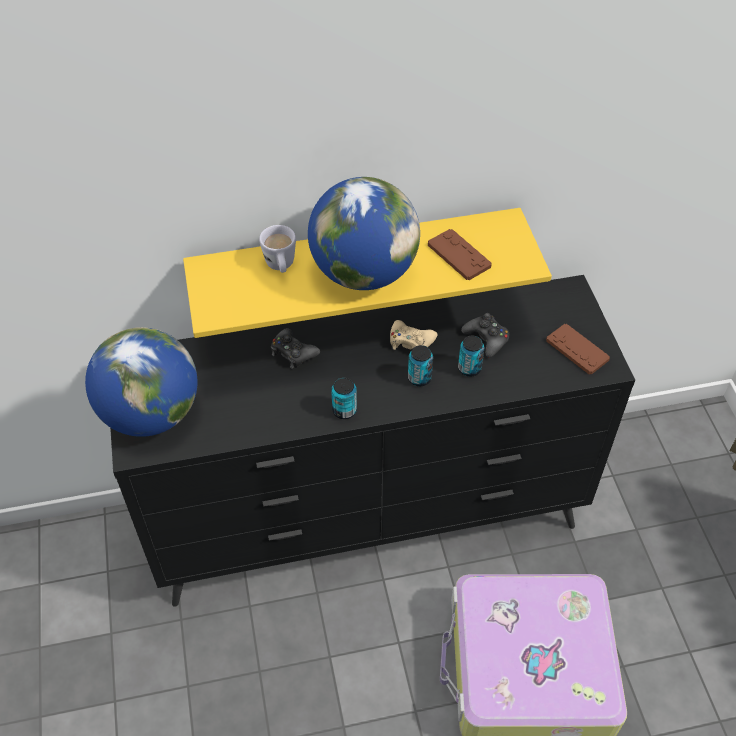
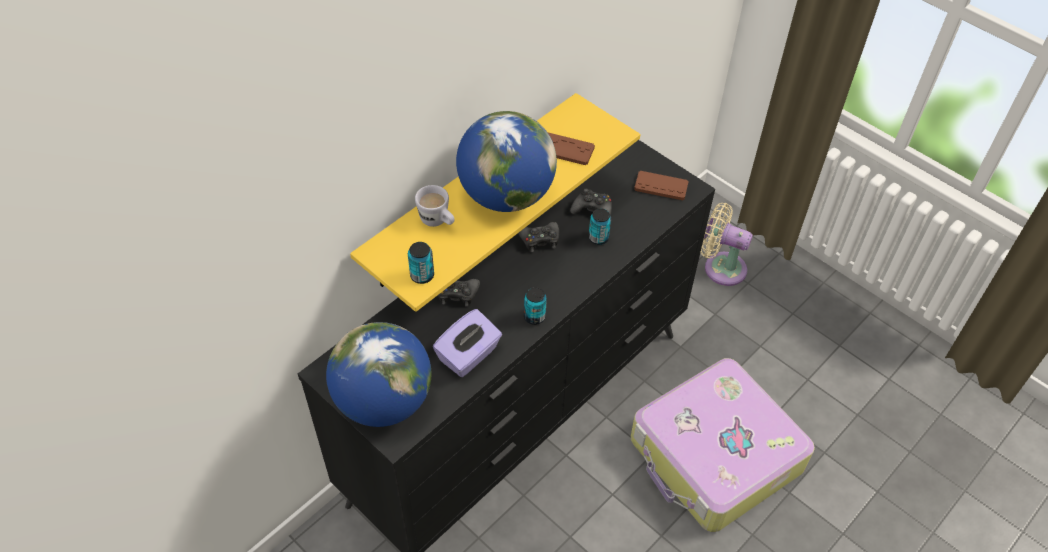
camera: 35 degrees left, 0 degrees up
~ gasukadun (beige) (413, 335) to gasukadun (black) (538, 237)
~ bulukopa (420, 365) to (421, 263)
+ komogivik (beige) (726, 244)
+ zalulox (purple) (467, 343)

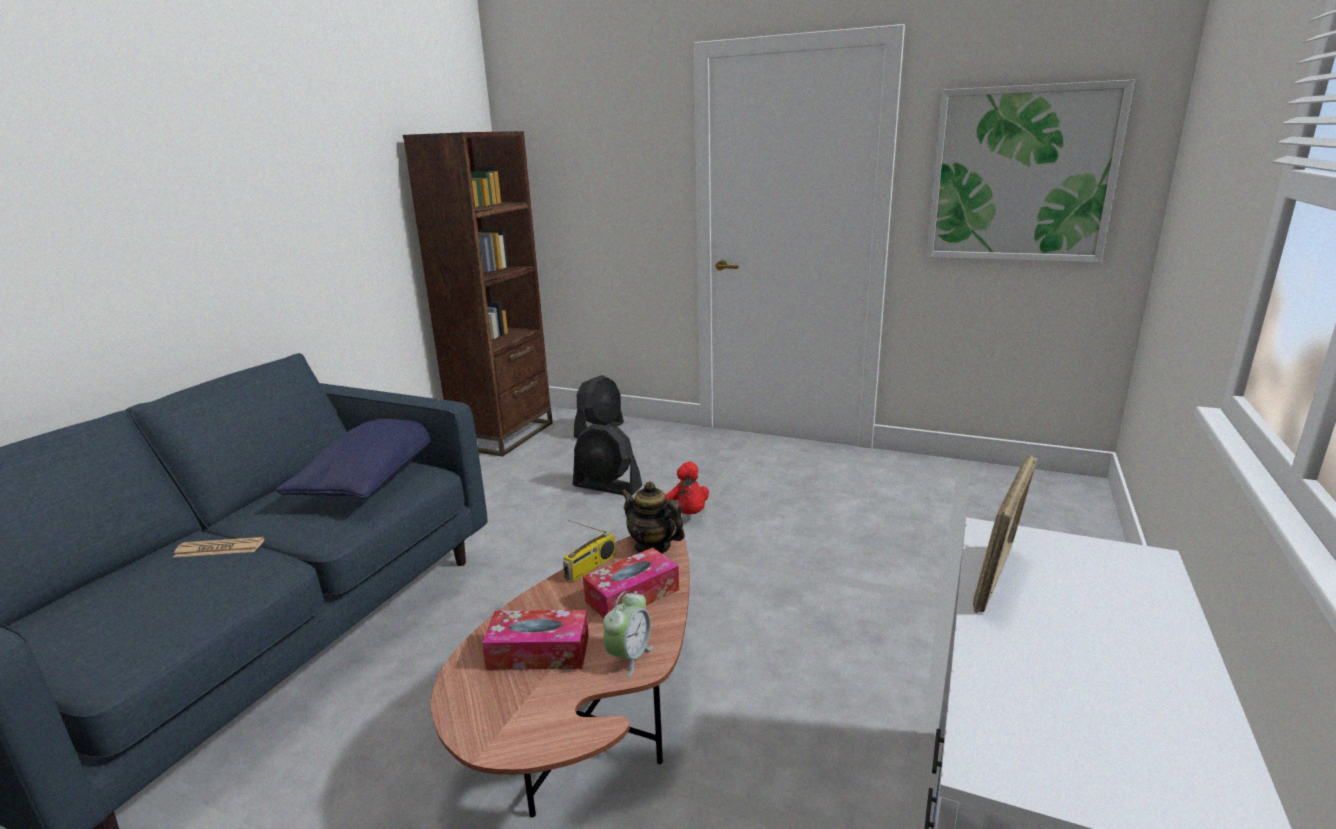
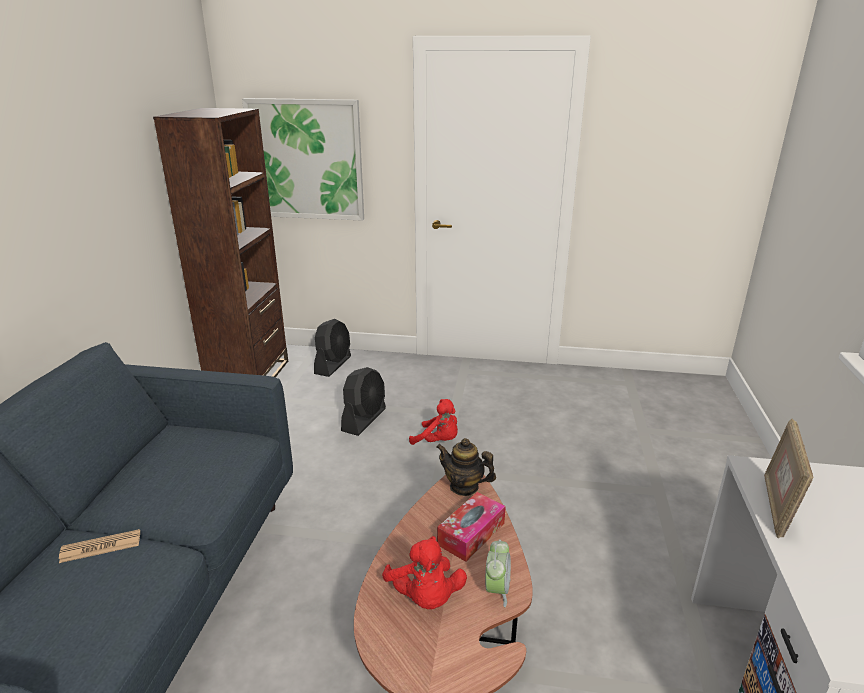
camera: 15 degrees left, 5 degrees up
~ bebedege (1030, 171) to (303, 159)
- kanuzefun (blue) (353, 459)
~ komogivik (black) (607, 459) = (363, 401) 75 degrees counterclockwise
- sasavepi (589, 551)
~ zalulox (535, 640) to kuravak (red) (424, 572)

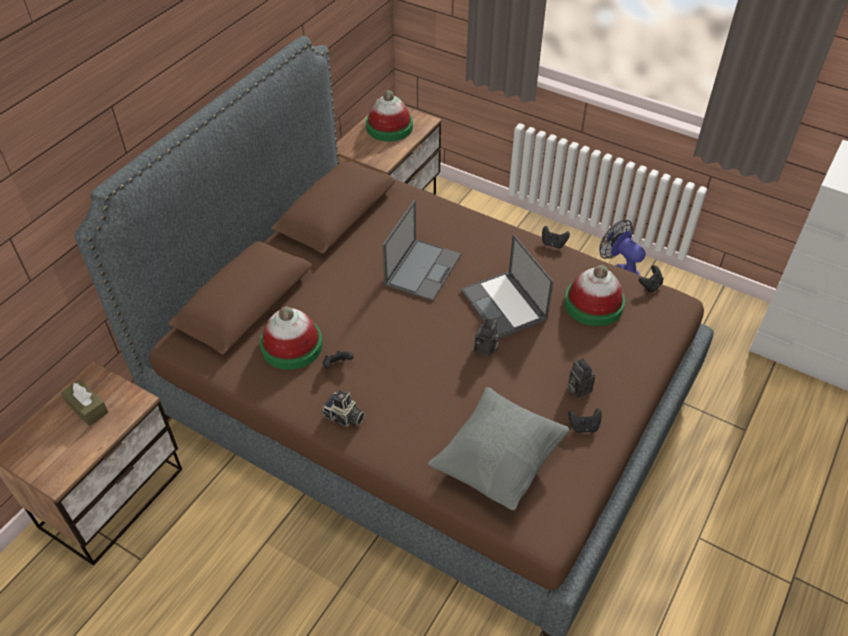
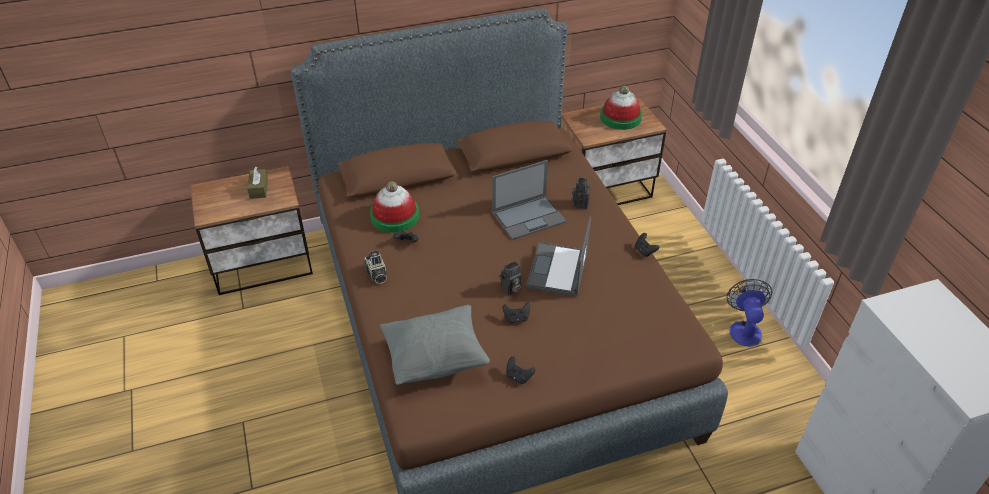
camera: 40 degrees right, 5 degrees down
- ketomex (594, 295)
~ gasukadun (black) (651, 278) to (516, 312)
~ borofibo (581, 378) to (581, 192)

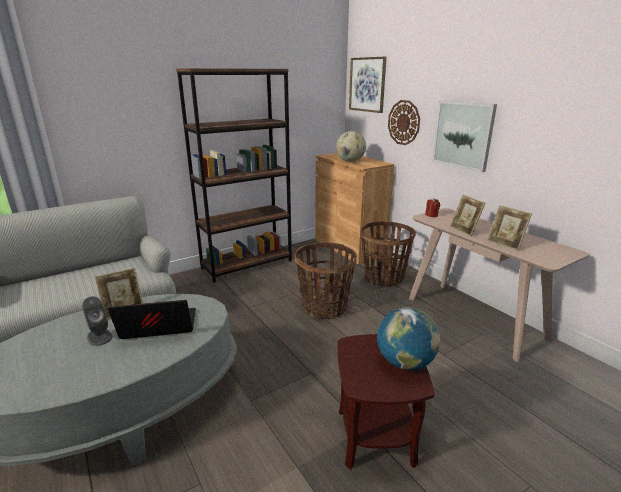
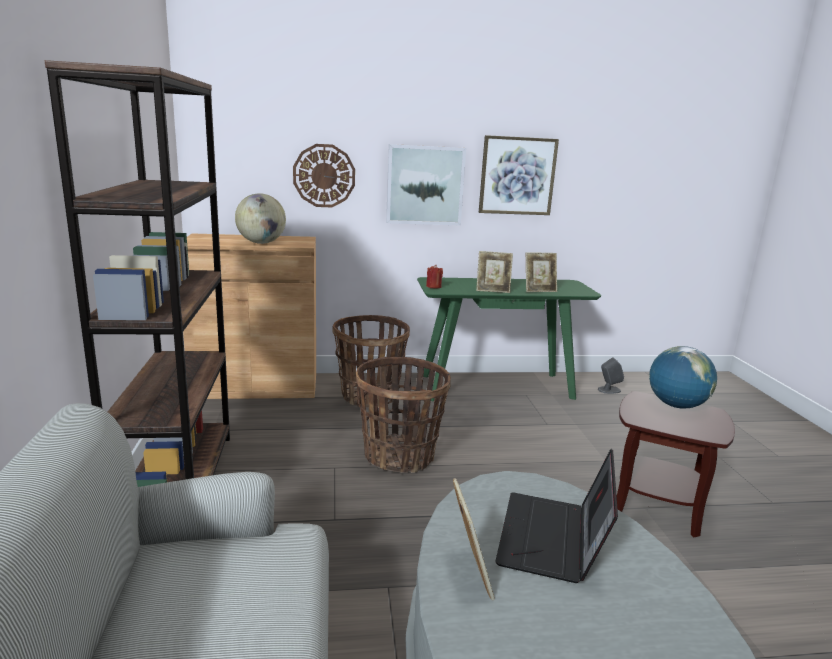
camera: 65 degrees left, 5 degrees down
~ bebedege (368, 85) to (519, 175)
~ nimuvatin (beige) (499, 285) to nimuvatin (green) (509, 339)
~ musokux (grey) (97, 321) to (611, 375)

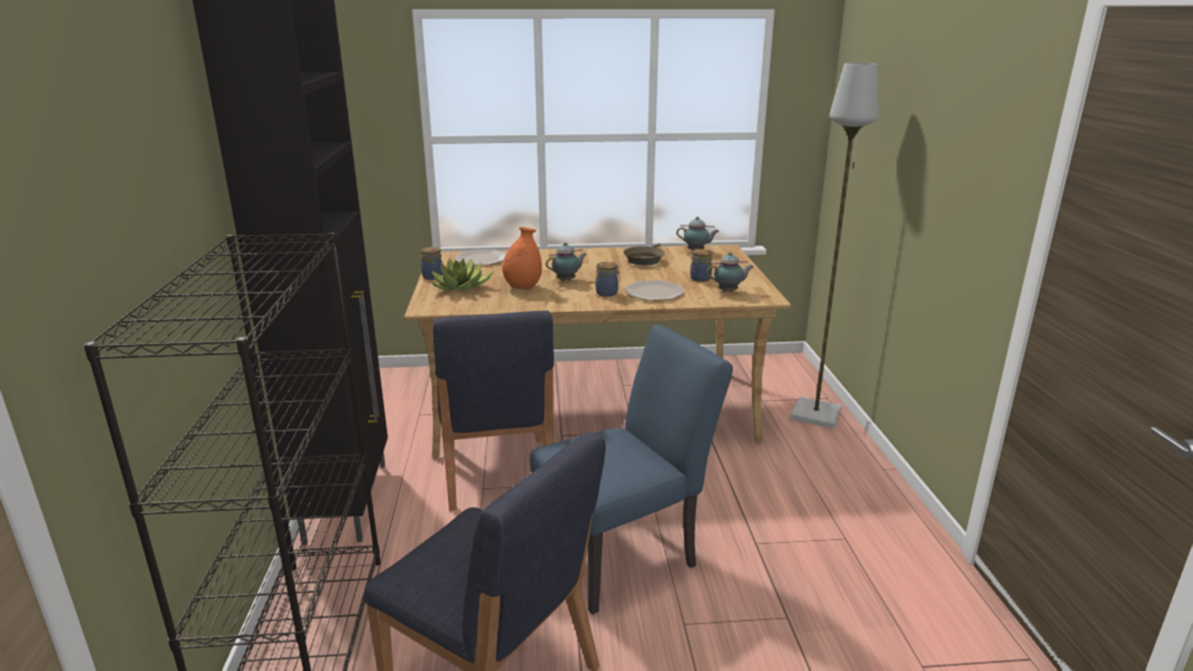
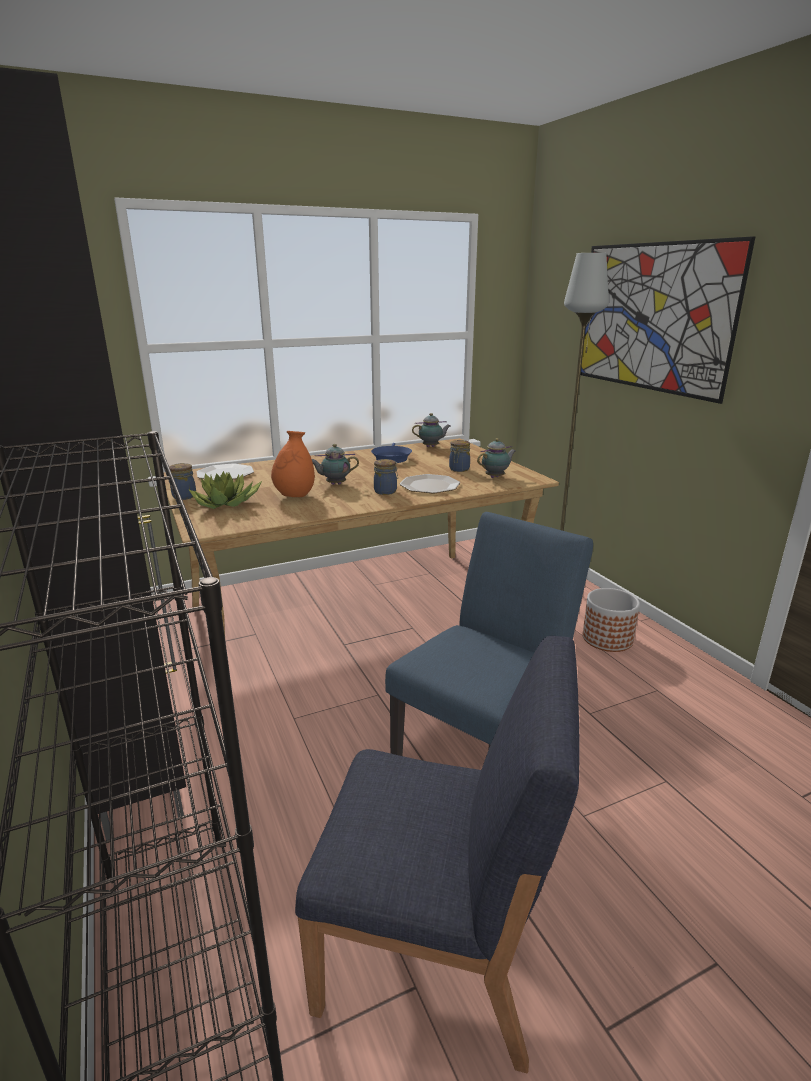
camera: 20 degrees left, 0 degrees up
~ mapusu (566, 261) = (335, 464) 135 degrees counterclockwise
~ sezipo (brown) (644, 254) to sezipo (blue) (391, 453)
- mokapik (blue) (493, 410)
+ bebedege (668, 320)
+ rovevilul (611, 620)

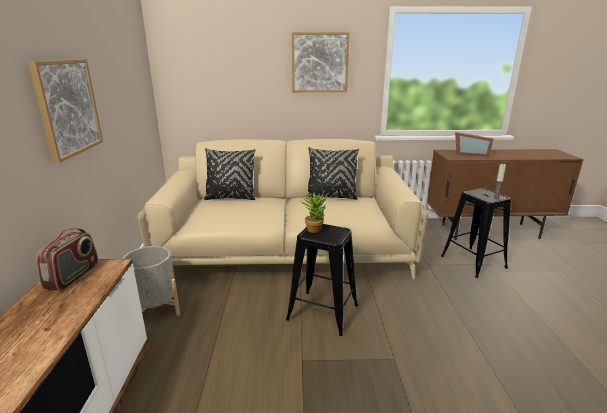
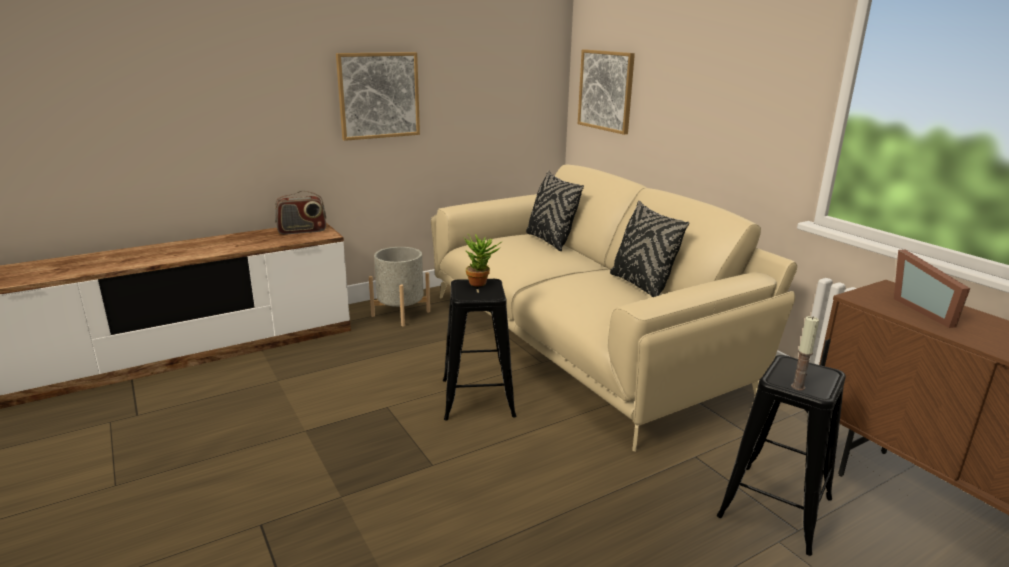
camera: 60 degrees right, 0 degrees up
~ bebedege (321, 62) to (606, 92)

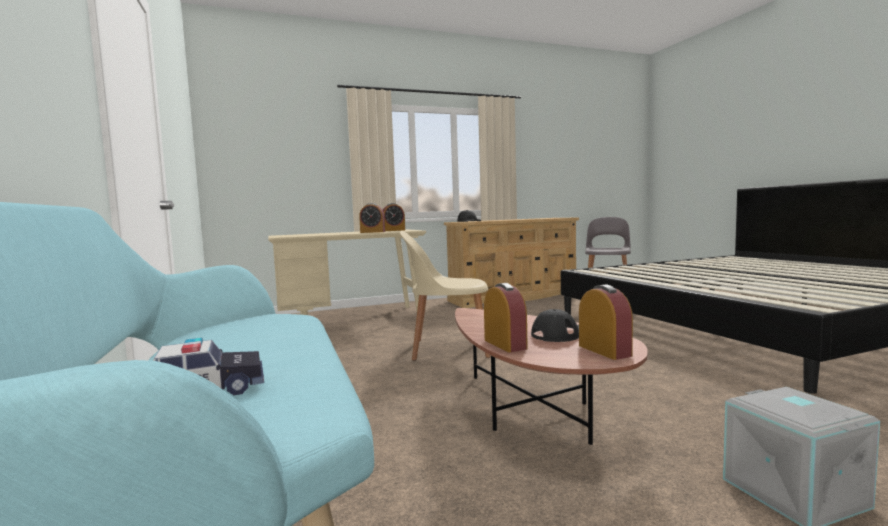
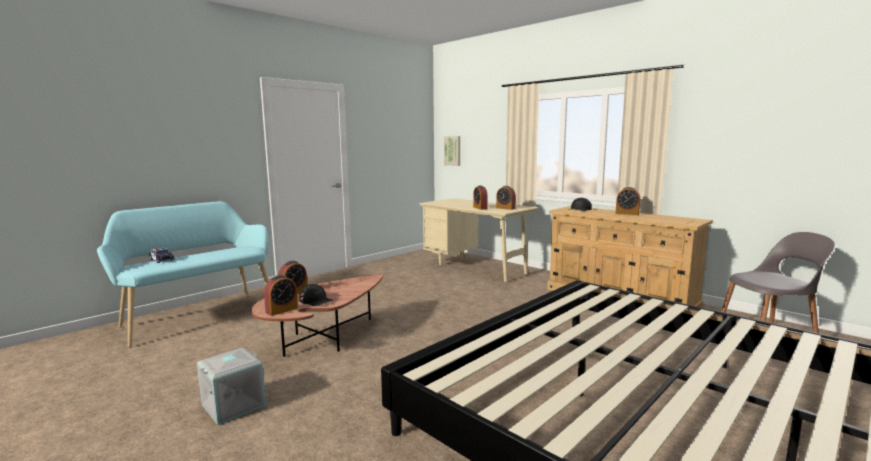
camera: 65 degrees right, 5 degrees up
- mokapik (beige) (445, 296)
+ bebedege (452, 151)
+ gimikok (627, 201)

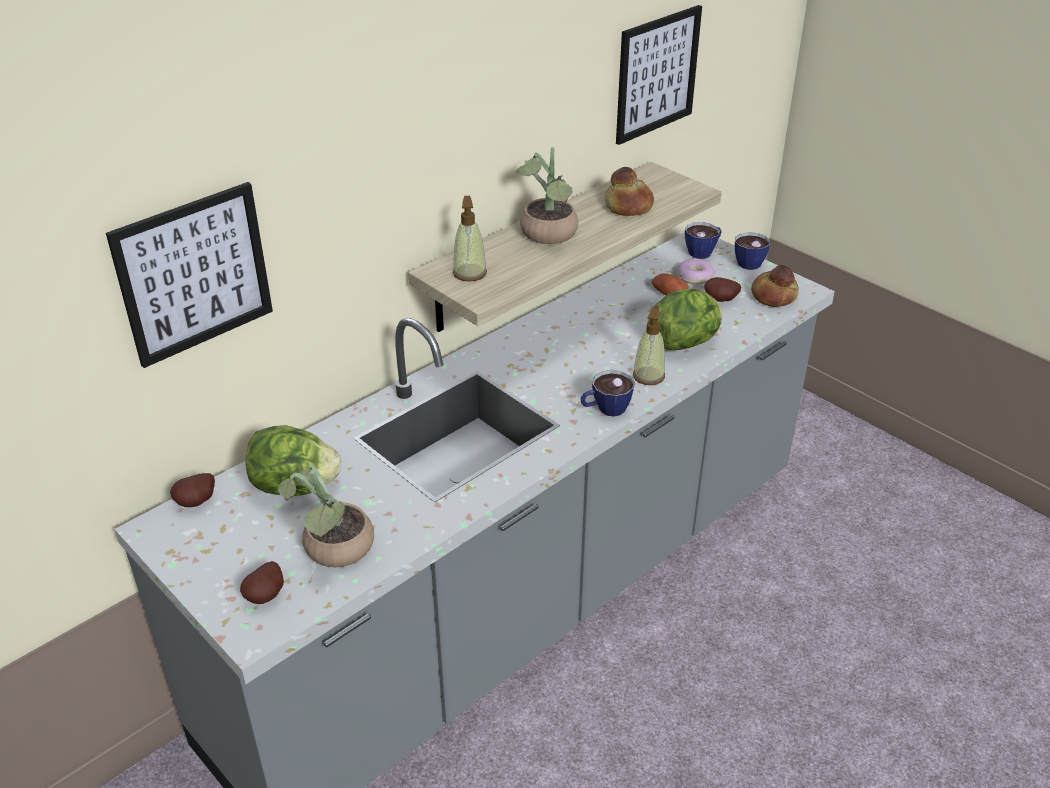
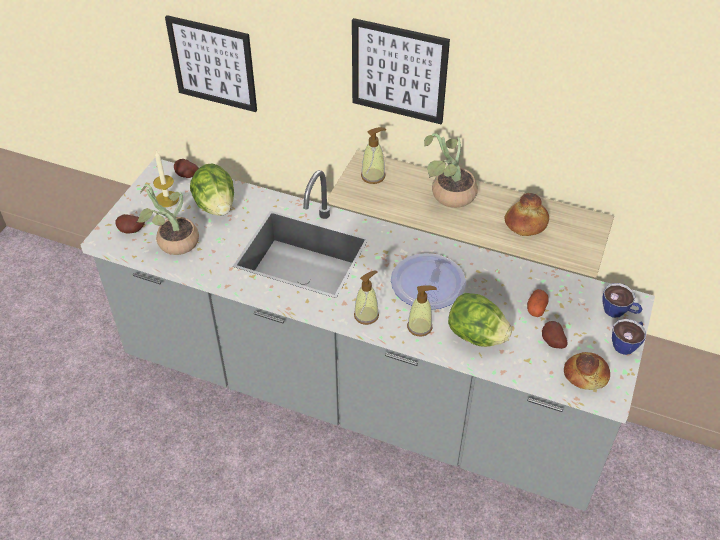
camera: 65 degrees right, 10 degrees up
~ bebedege (659, 75) to (401, 71)
- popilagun (696, 271)
~ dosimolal (607, 393) to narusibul (366, 297)
+ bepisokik (166, 178)
+ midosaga (428, 281)

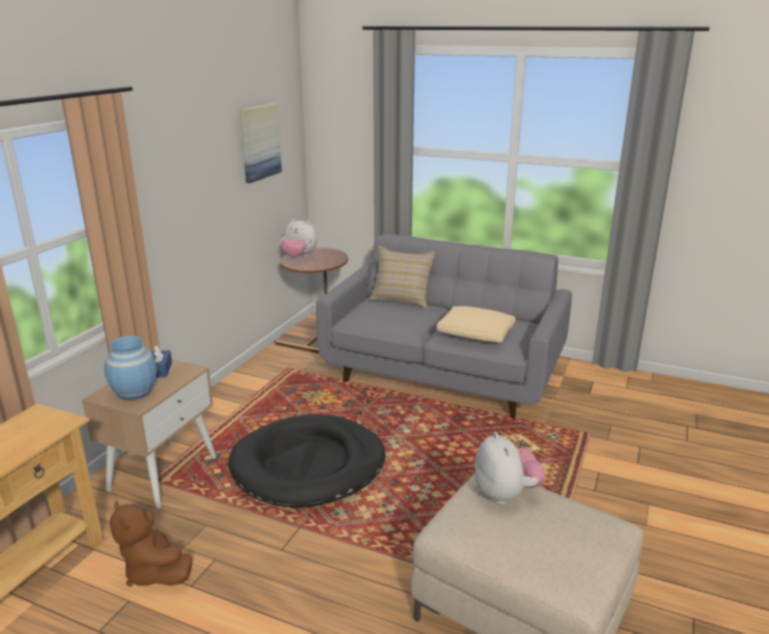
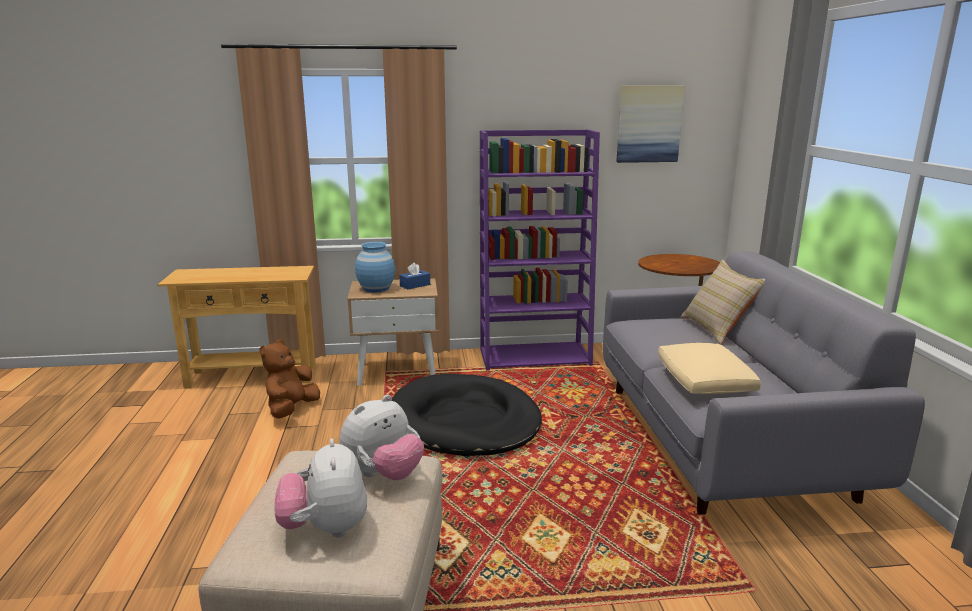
camera: 60 degrees right, 5 degrees down
~ kuravak (299, 238) to (320, 487)
+ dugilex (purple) (540, 250)

